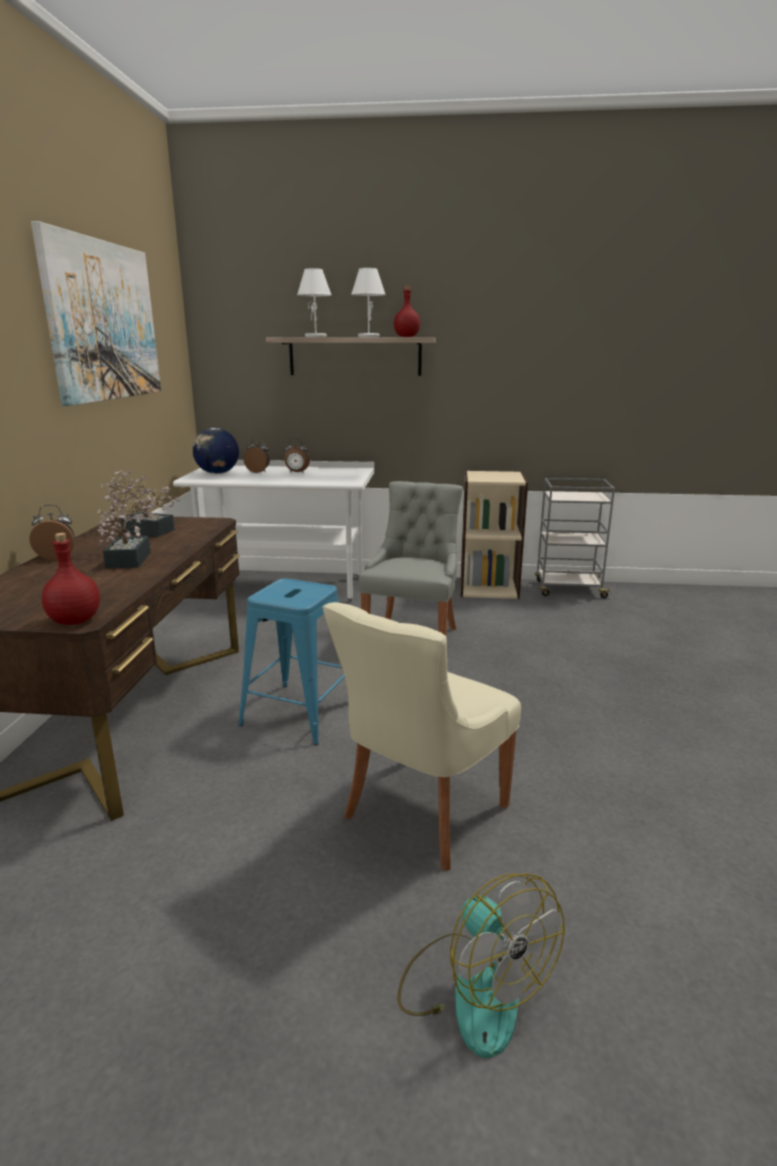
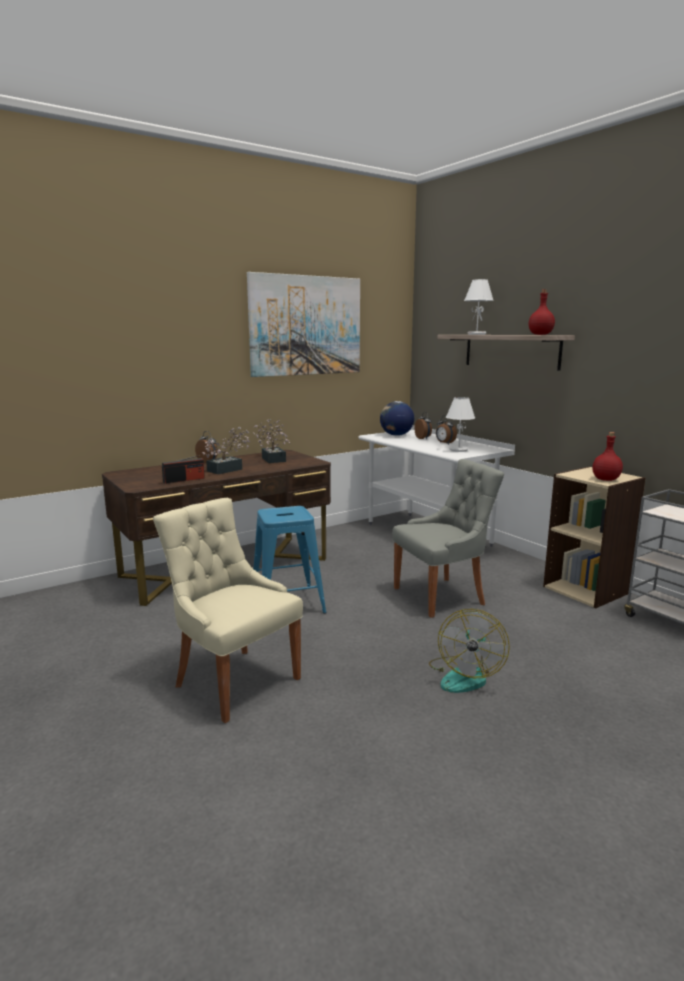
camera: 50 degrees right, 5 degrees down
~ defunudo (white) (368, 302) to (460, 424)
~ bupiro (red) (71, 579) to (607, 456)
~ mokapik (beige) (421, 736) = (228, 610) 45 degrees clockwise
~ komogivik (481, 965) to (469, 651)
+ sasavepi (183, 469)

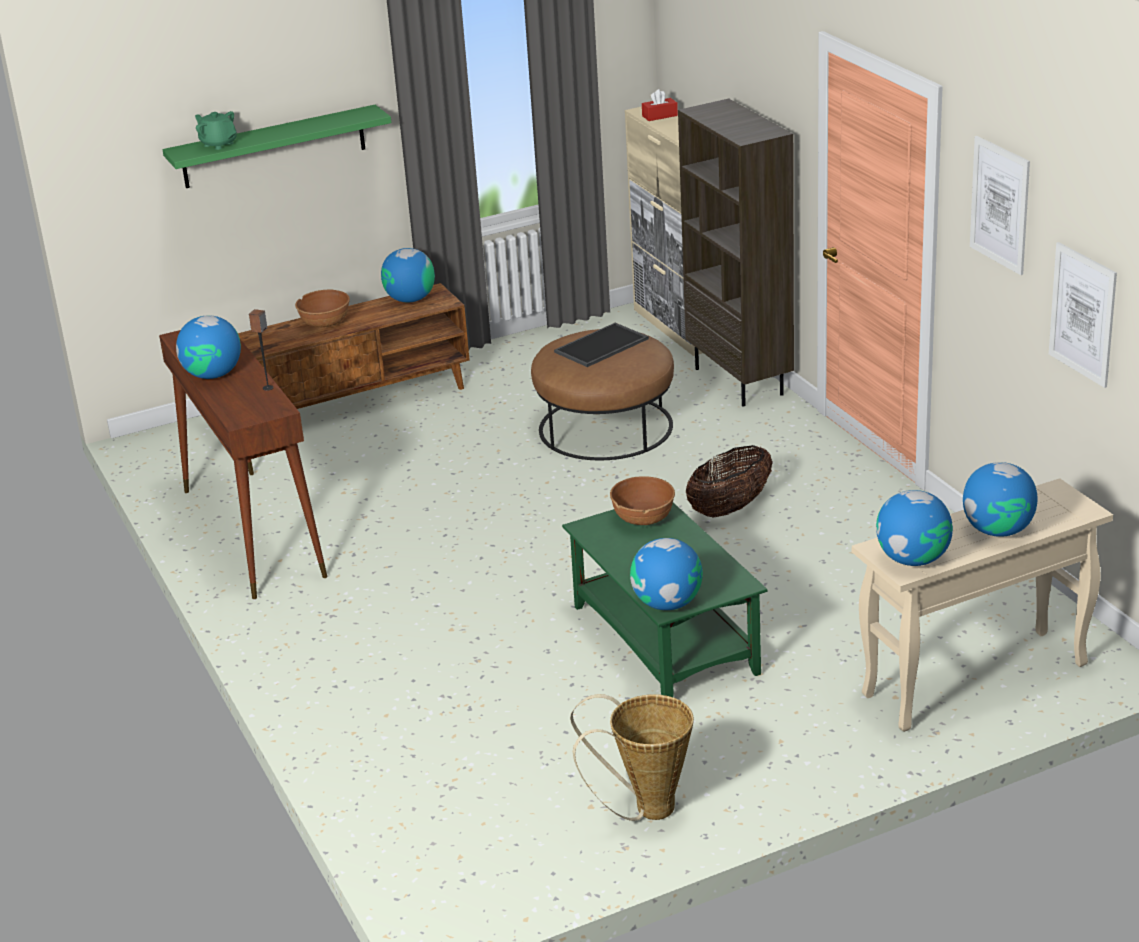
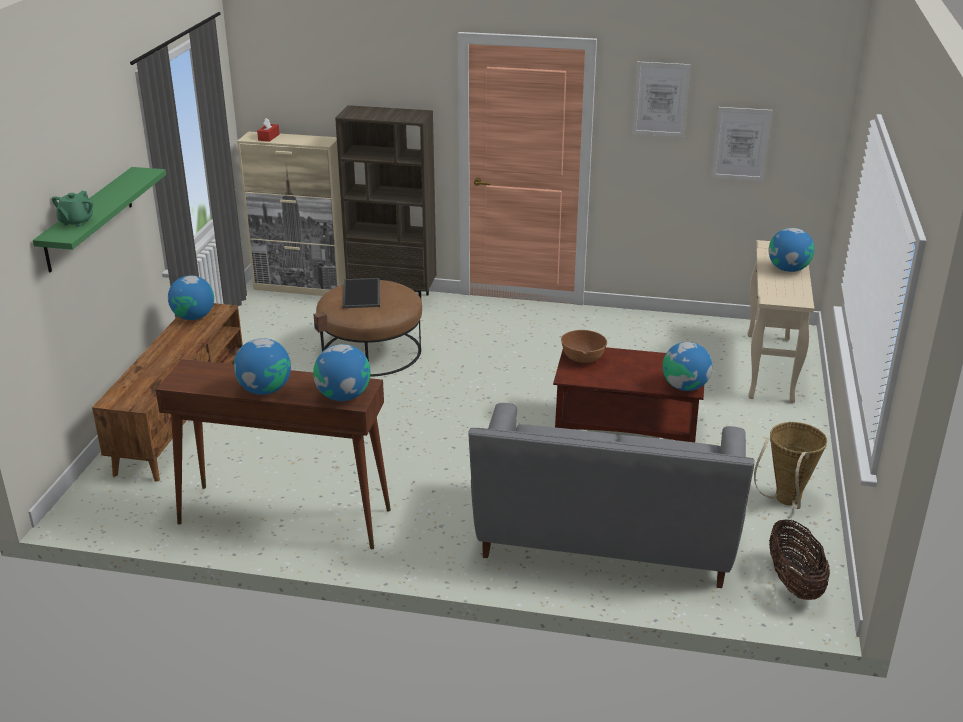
camera: 55 degrees left, 0 degrees up
~ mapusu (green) (216, 130) = (72, 209) 60 degrees counterclockwise
- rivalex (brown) (322, 308)
~ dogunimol (729, 481) to (799, 559)
~ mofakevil (914, 528) to (341, 372)
~ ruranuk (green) (664, 600) to ruranuk (brown) (628, 394)
+ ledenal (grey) (612, 495)

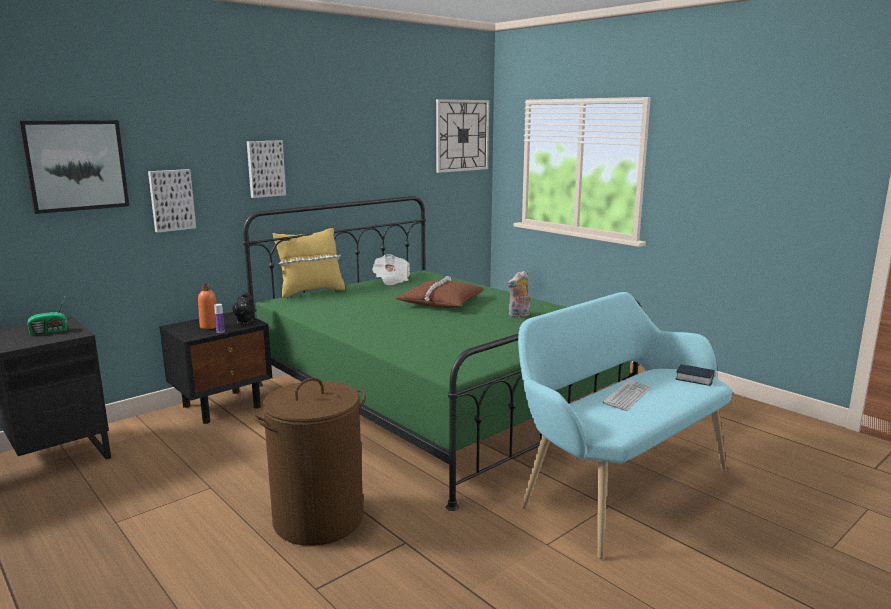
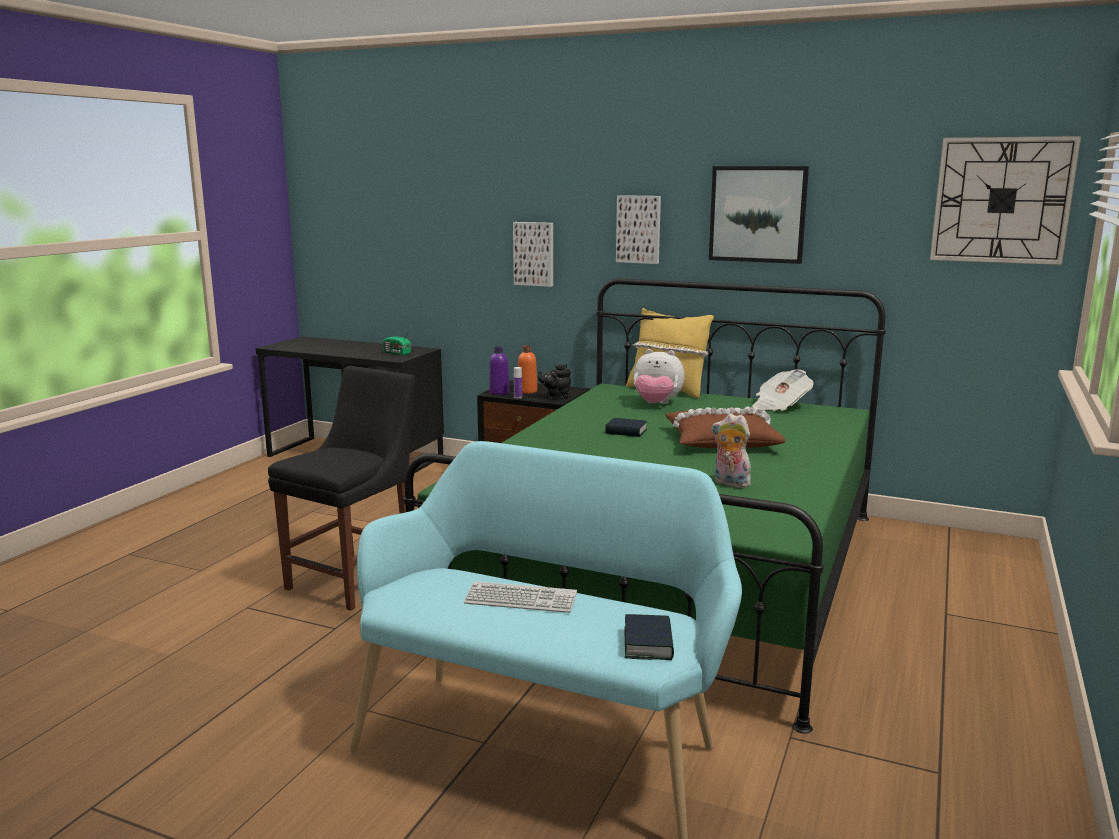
camera: 65 degrees right, 0 degrees up
~ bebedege (73, 167) to (759, 215)
~ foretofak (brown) (309, 462) to mokapik (black) (341, 488)
+ bupiro (purple) (499, 370)
+ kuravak (659, 376)
+ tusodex (626, 427)

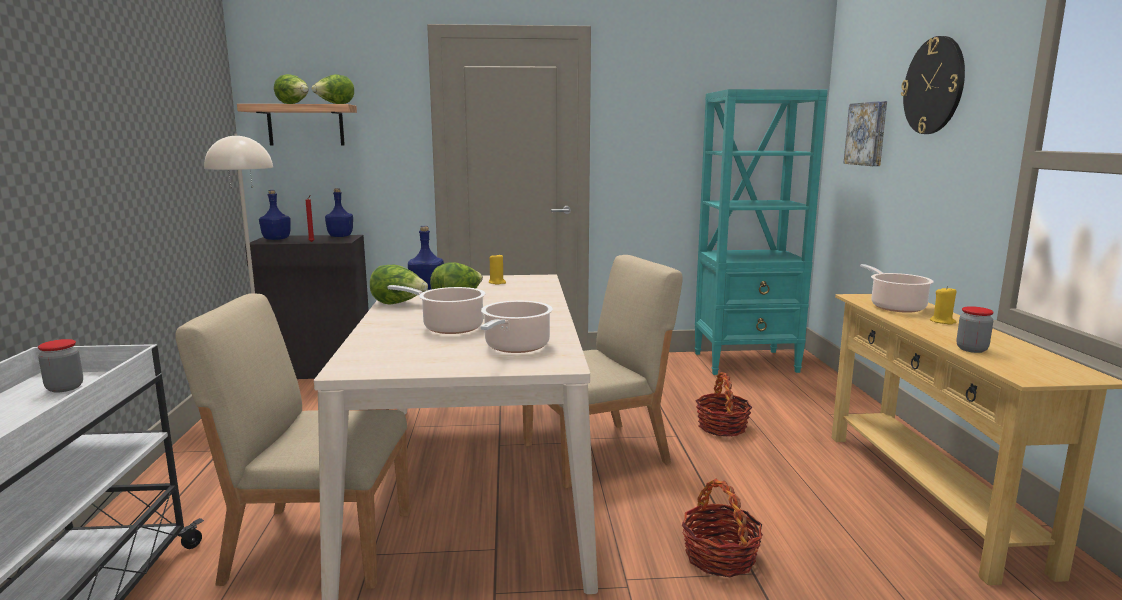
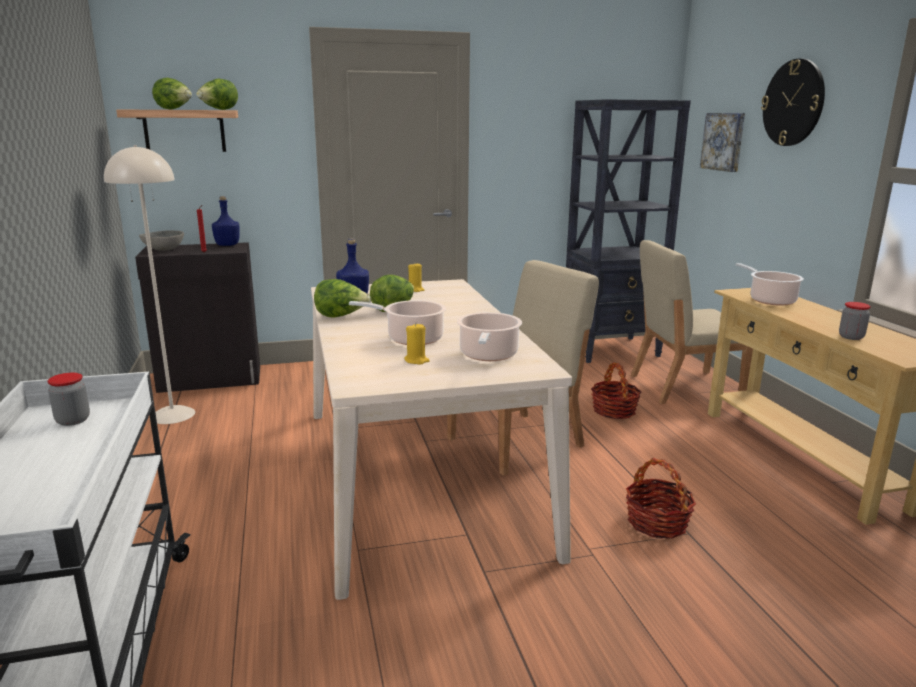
camera: 10 degrees left, 5 degrees up
~ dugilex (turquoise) (761, 232) to dugilex (black) (628, 231)
~ bupiro (blue) (275, 215) to rivalex (grey) (161, 240)
~ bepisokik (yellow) (943, 305) to (417, 344)
~ mokapik (beige) (292, 441) to (692, 322)

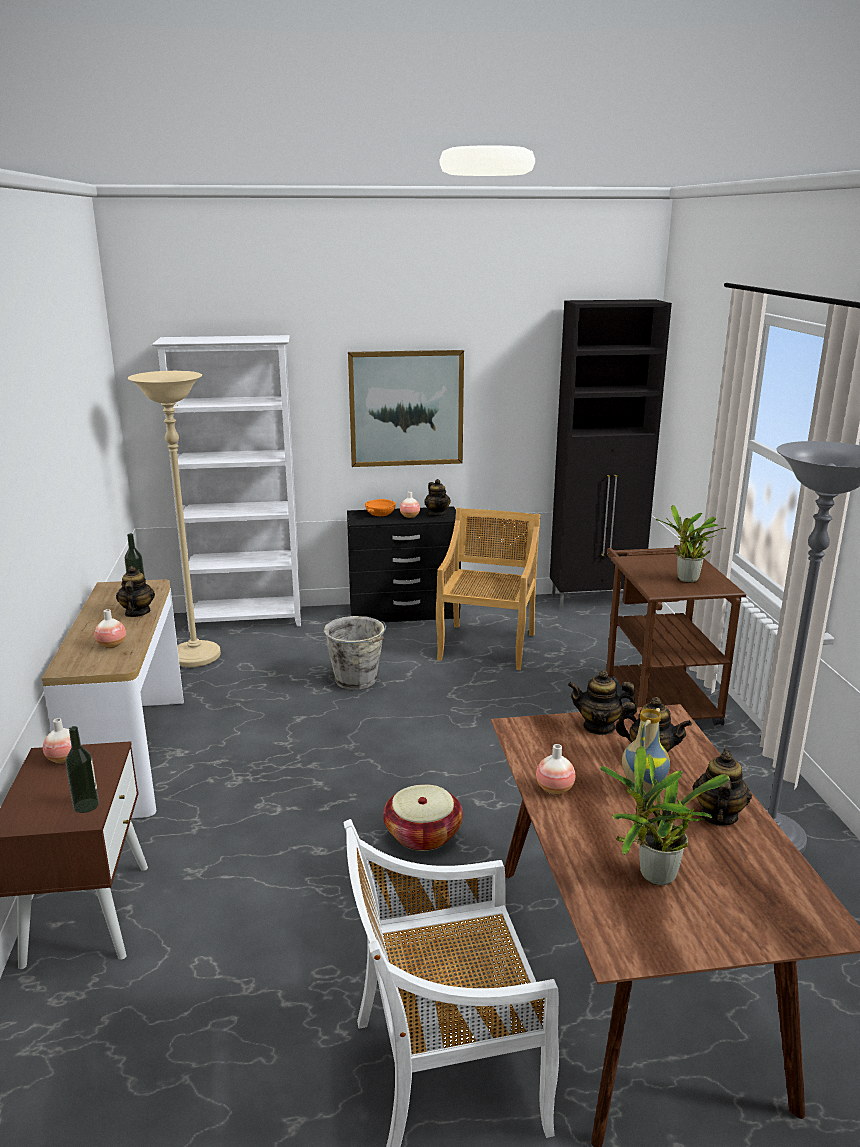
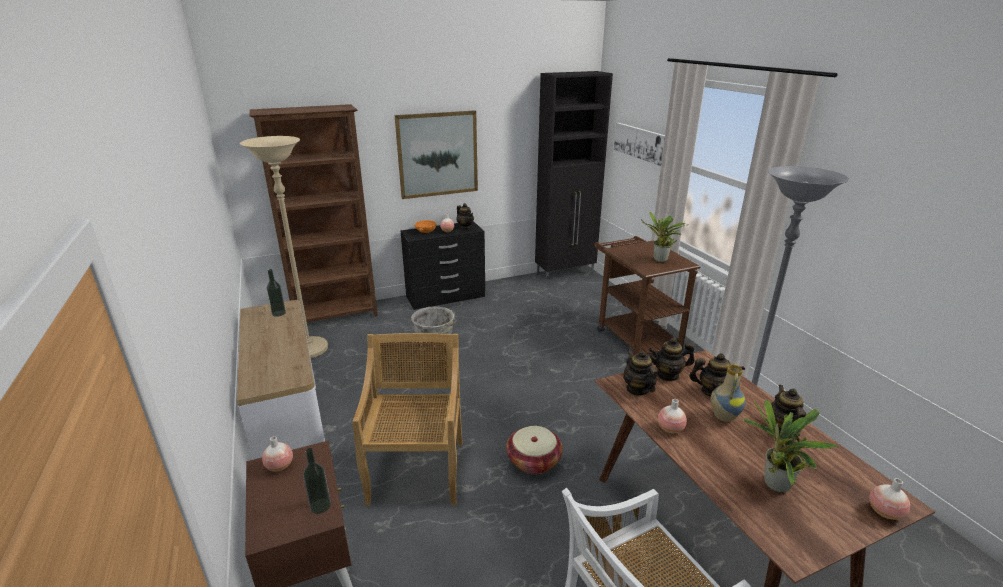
camera: 15 degrees left, 5 degrees up
~ dugilex (white) (226, 483) to dugilex (brown) (313, 213)
~ mokapik (beige) (488, 589) to (408, 419)
~ mapusu (135, 591) to (640, 372)
~ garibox (110, 628) to (889, 499)
+ bebedege (639, 144)

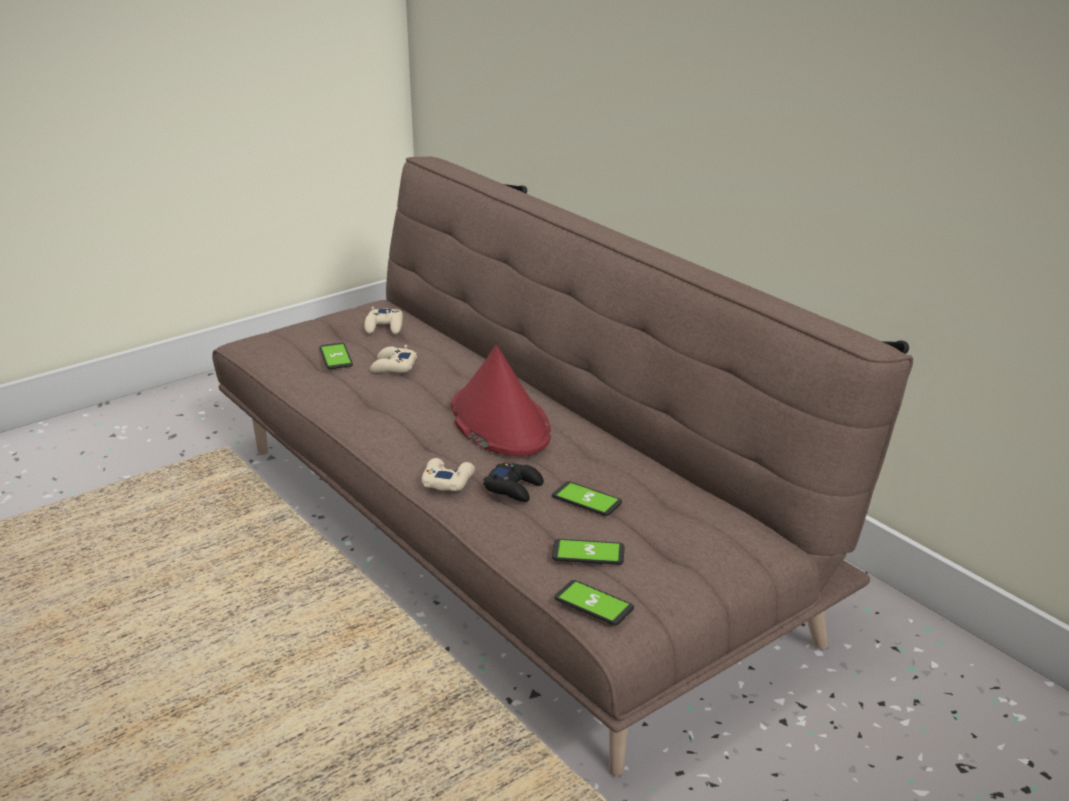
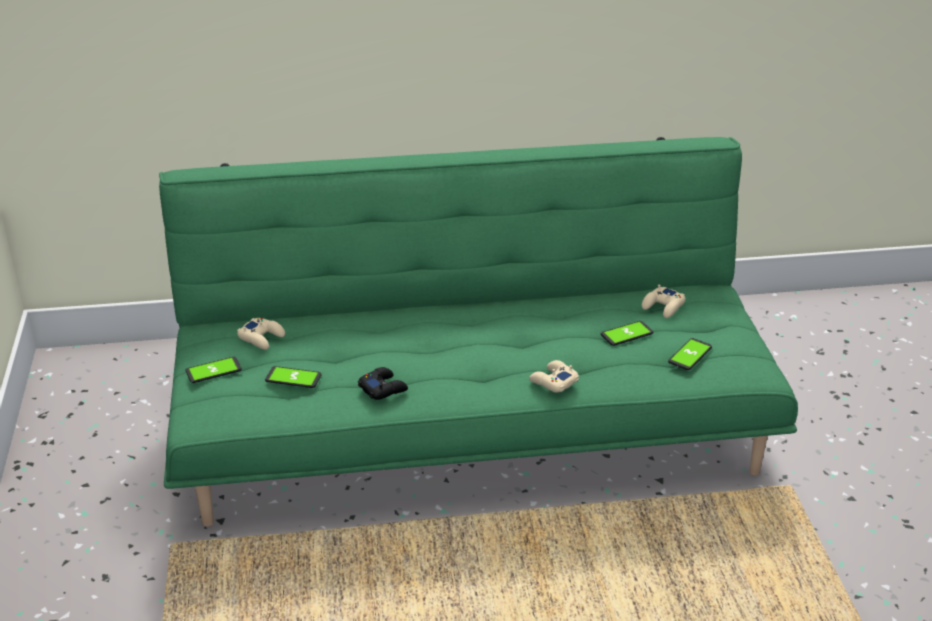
camera: 60 degrees left, 5 degrees up
~ ledenal (brown) (562, 466) to ledenal (green) (478, 332)
~ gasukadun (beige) (393, 359) to (663, 301)
- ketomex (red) (501, 401)
~ gasukadun (black) (513, 482) to (383, 383)
~ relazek (594, 602) to (214, 370)

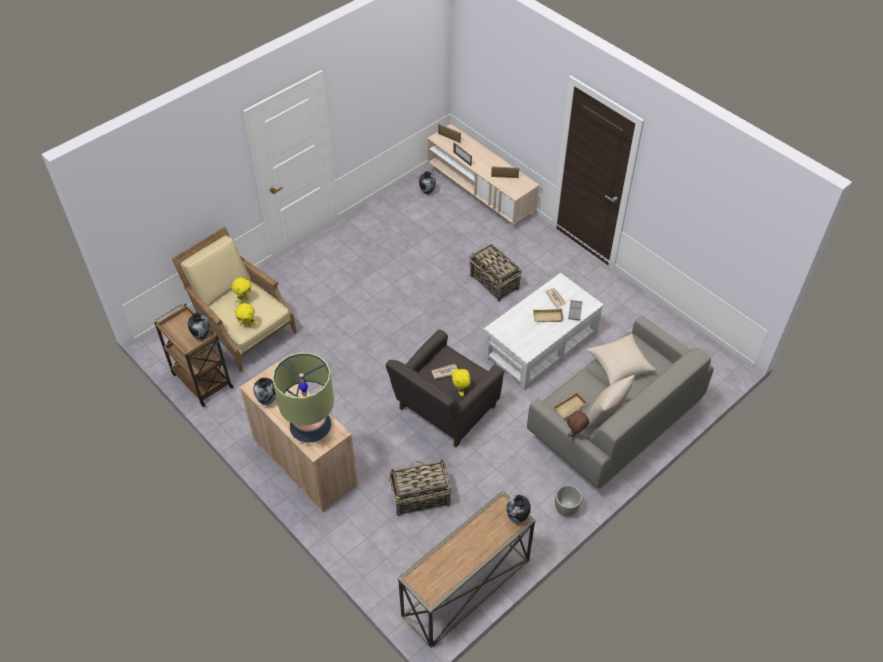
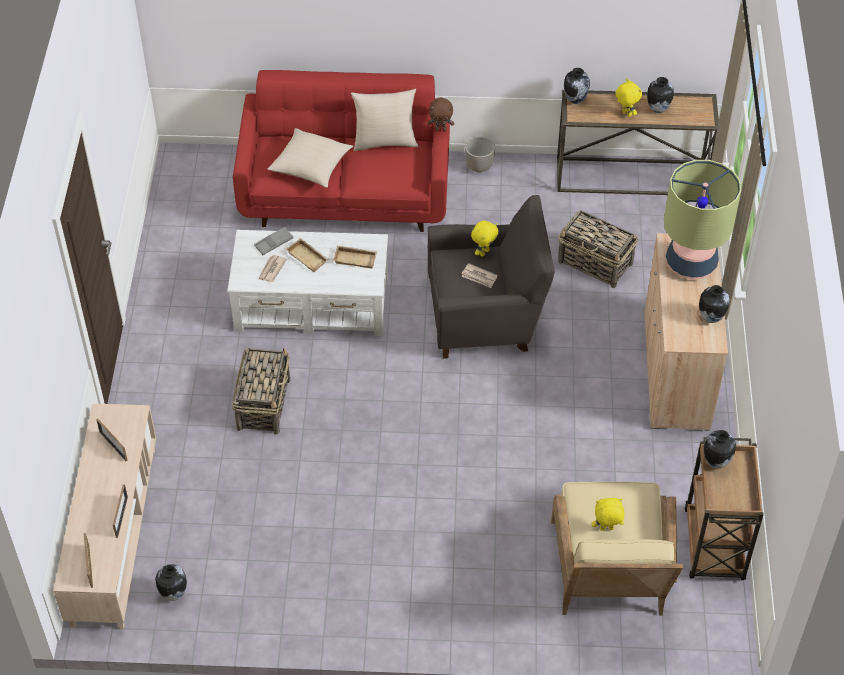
camera: 135 degrees left, 0 degrees up
~ kuravak (yellow) (245, 315) to (628, 98)
~ ledenal (grey) (620, 402) to ledenal (red) (341, 151)
~ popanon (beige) (570, 405) to (355, 257)
+ garibox (660, 95)

